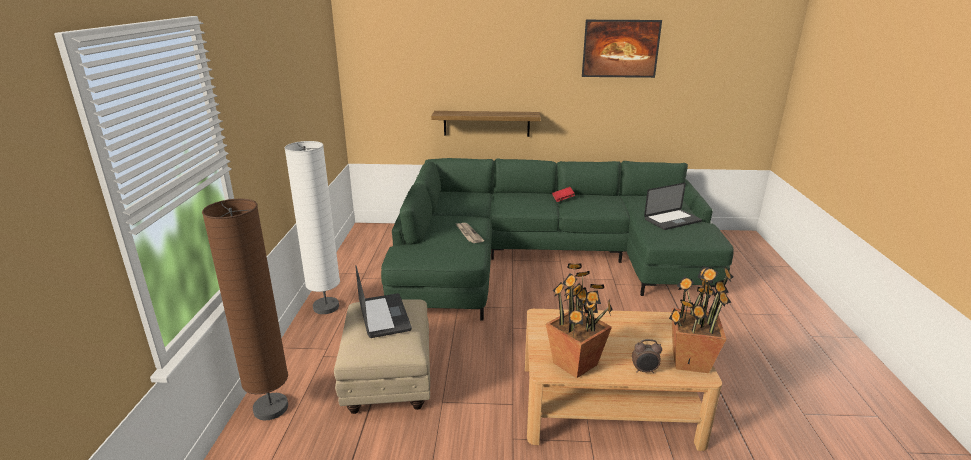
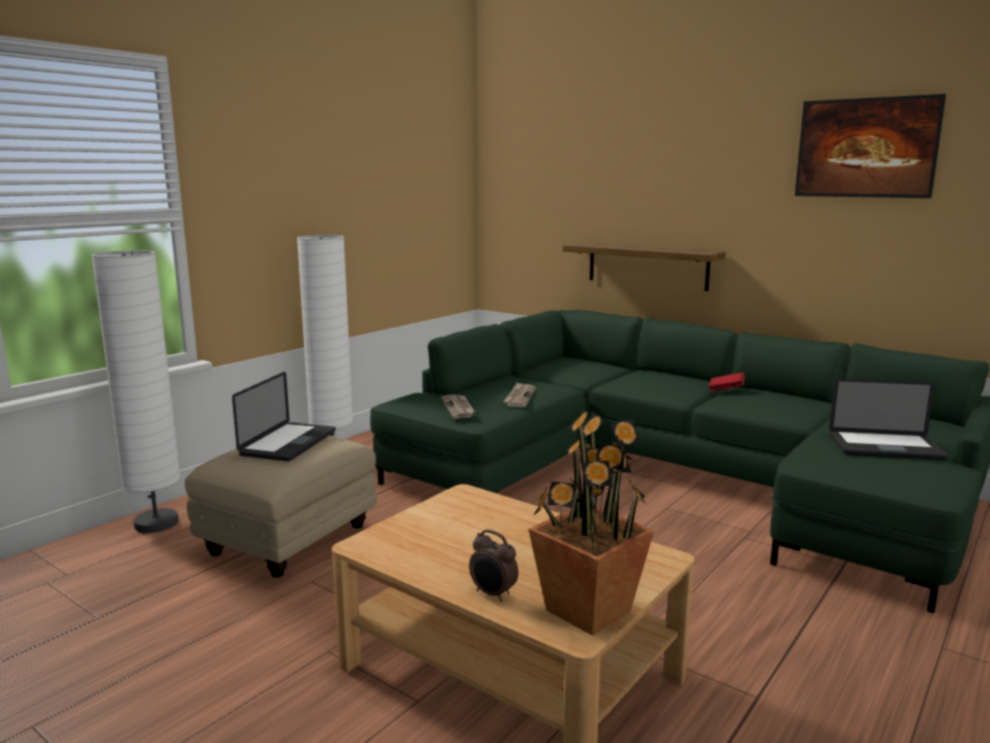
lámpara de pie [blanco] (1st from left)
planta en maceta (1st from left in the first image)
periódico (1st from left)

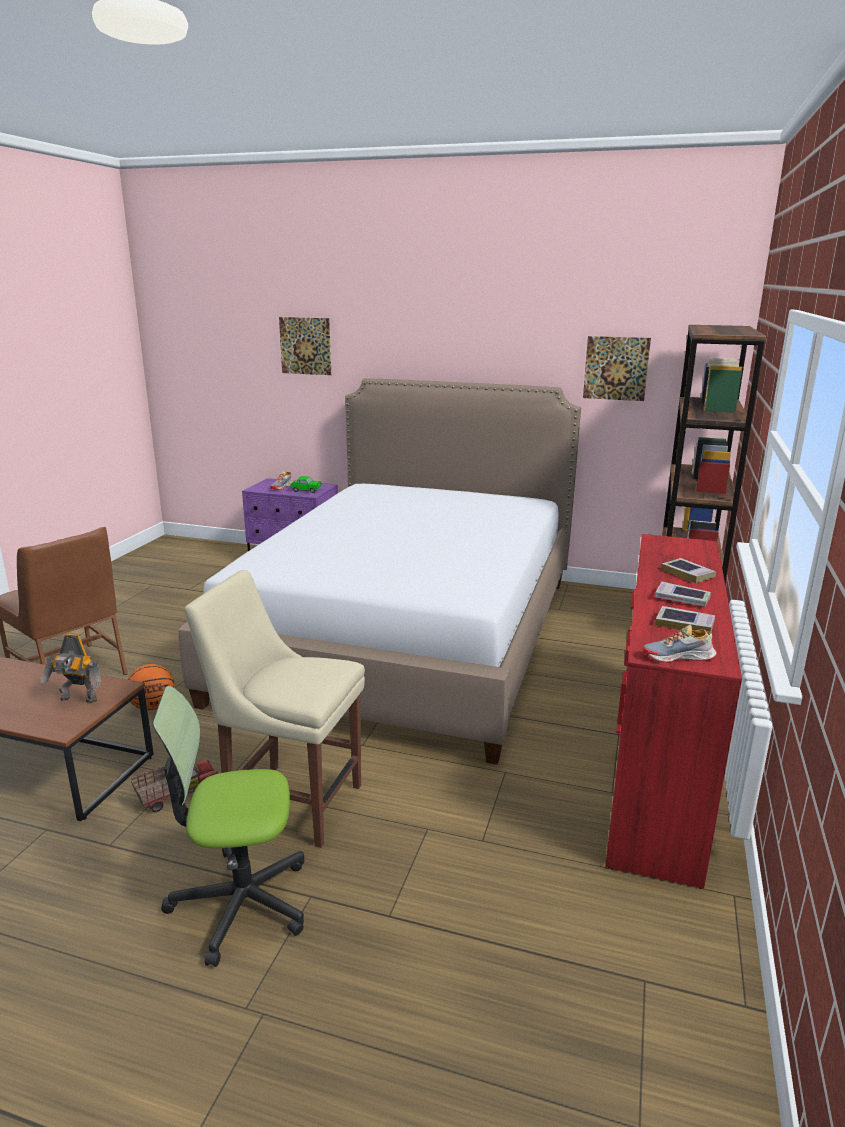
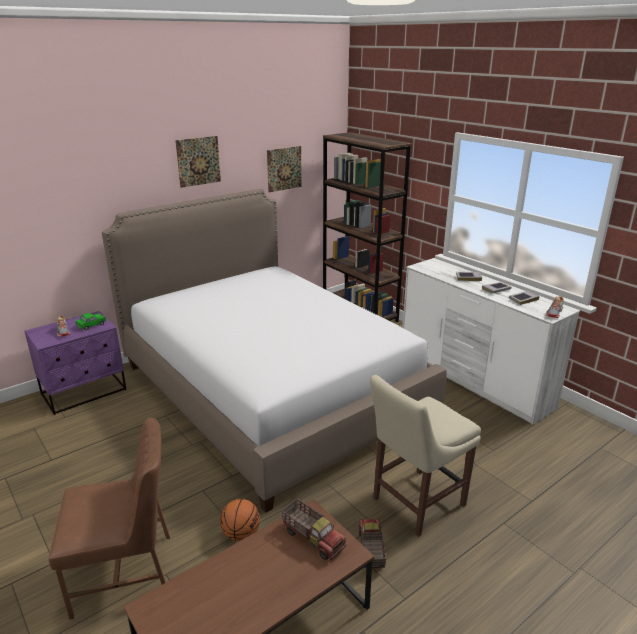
camión de juguete (1st from left)
silla de oficina
cuadro (1st from left)
cómoda [blanco]

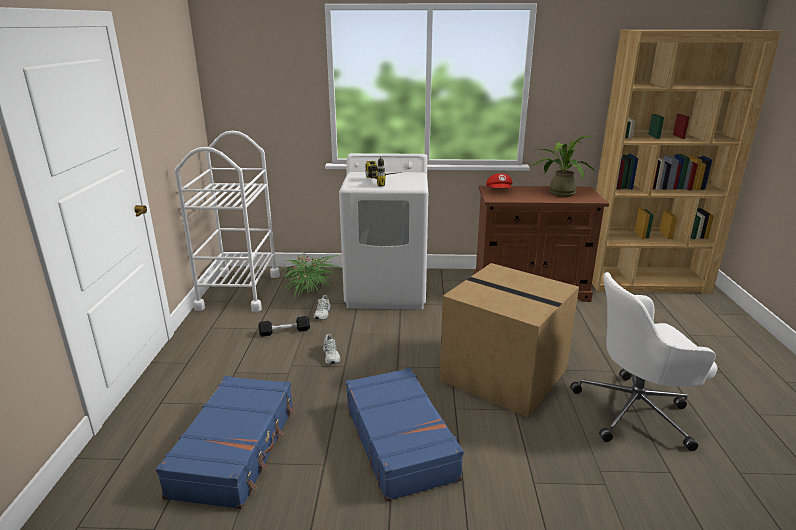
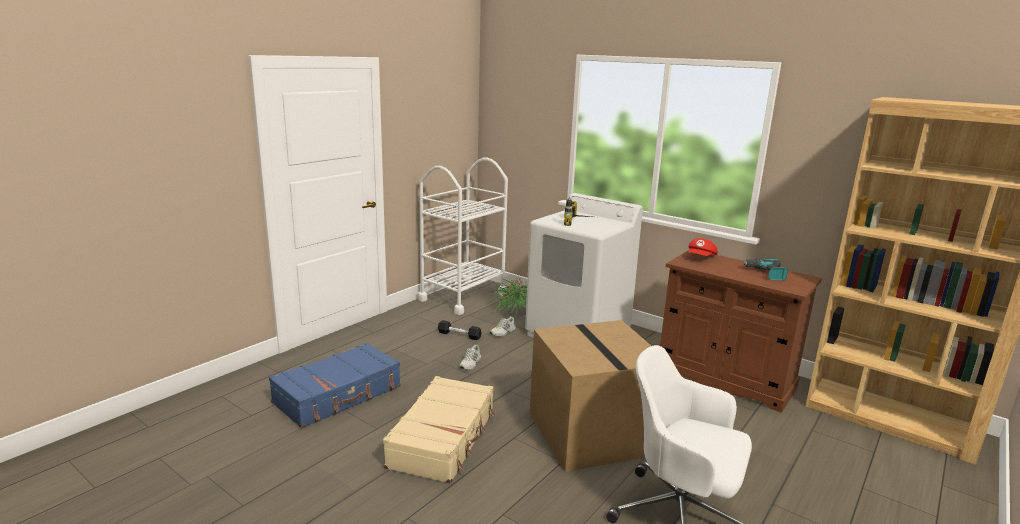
maleta [beis]
taladro (2nd from left)

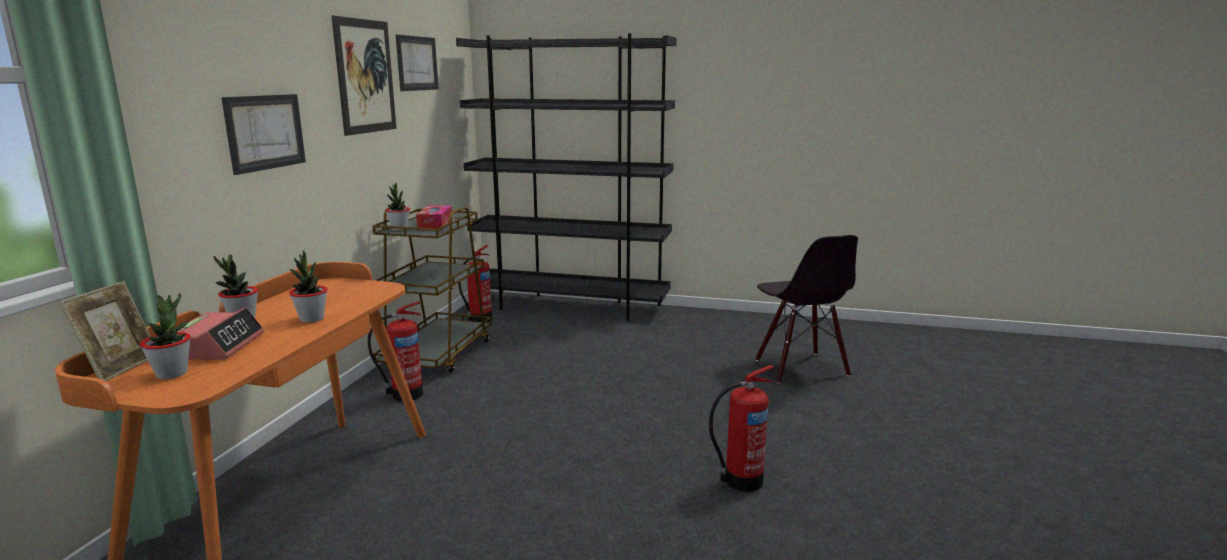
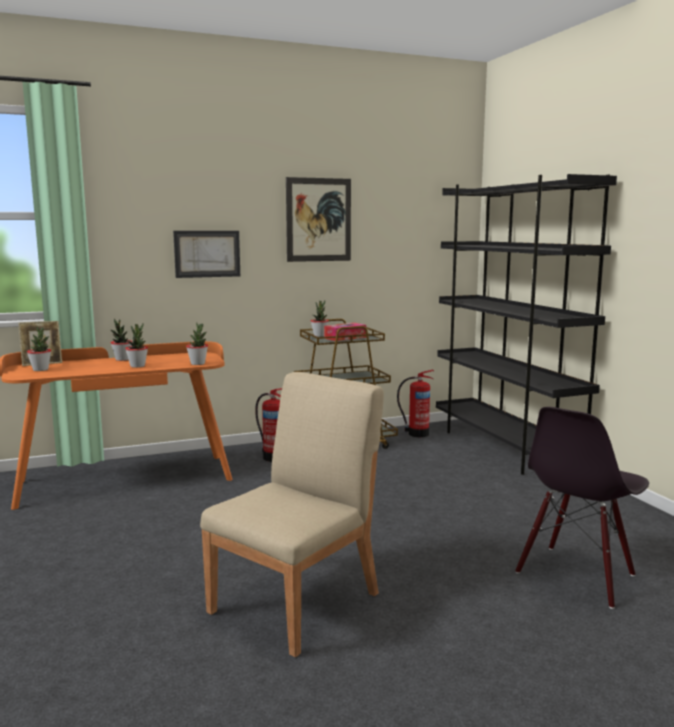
despertador
cuadro (3rd from left in the first image)
silla [beis]
planta en maceta (4th from left)

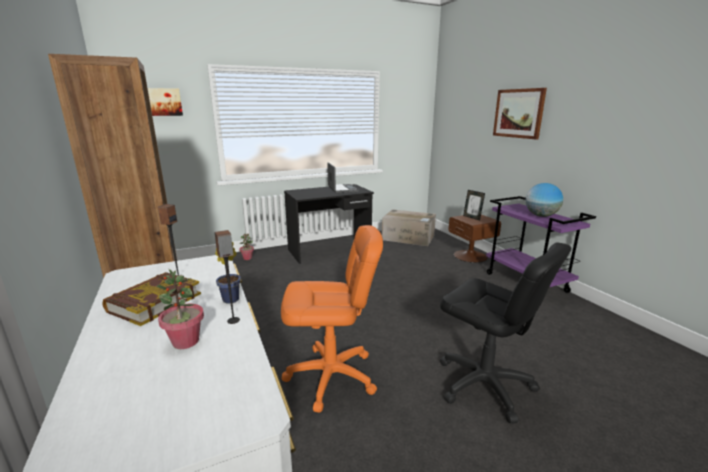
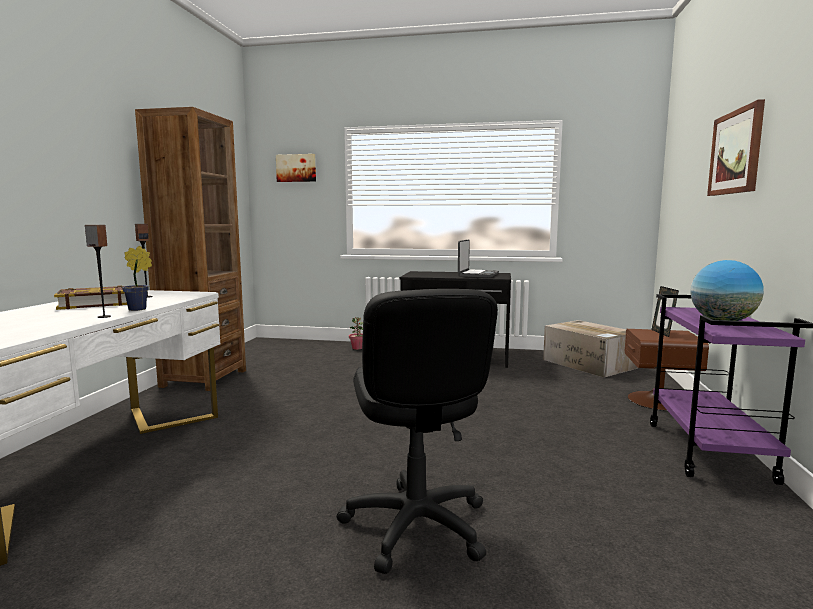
planta en maceta (1st from left in the first image)
silla de oficina [naranja]

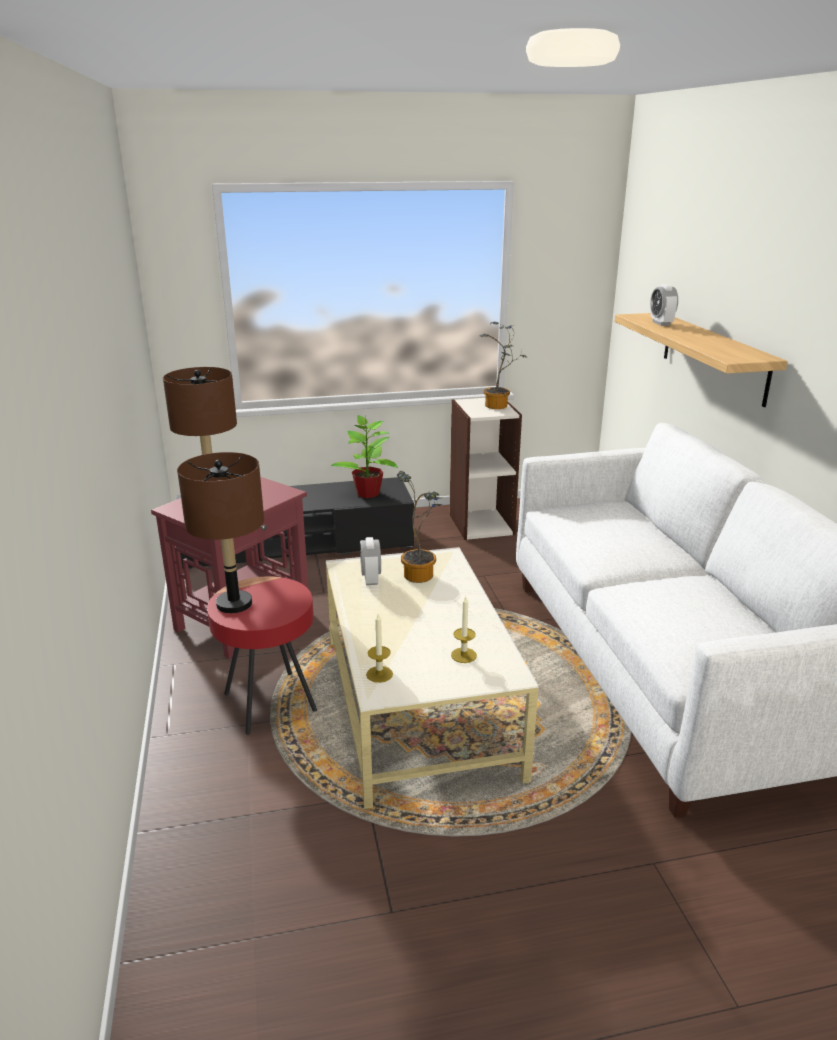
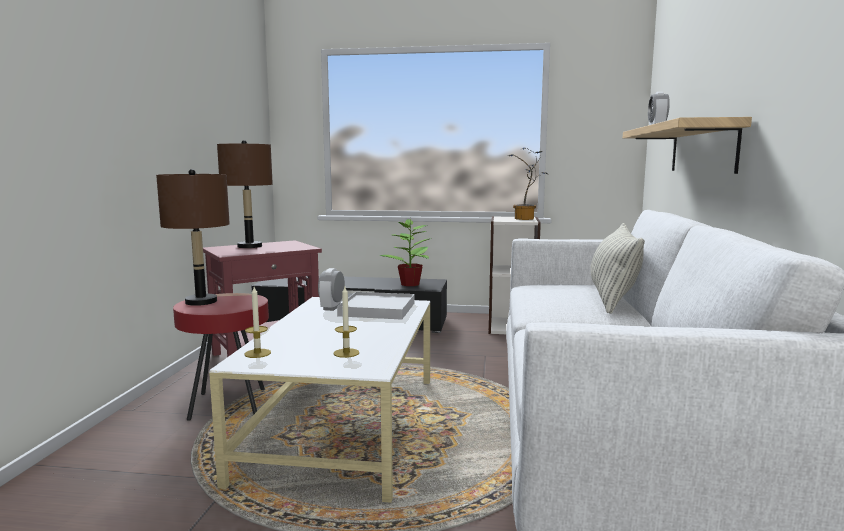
bandeja [blanco]
cojín

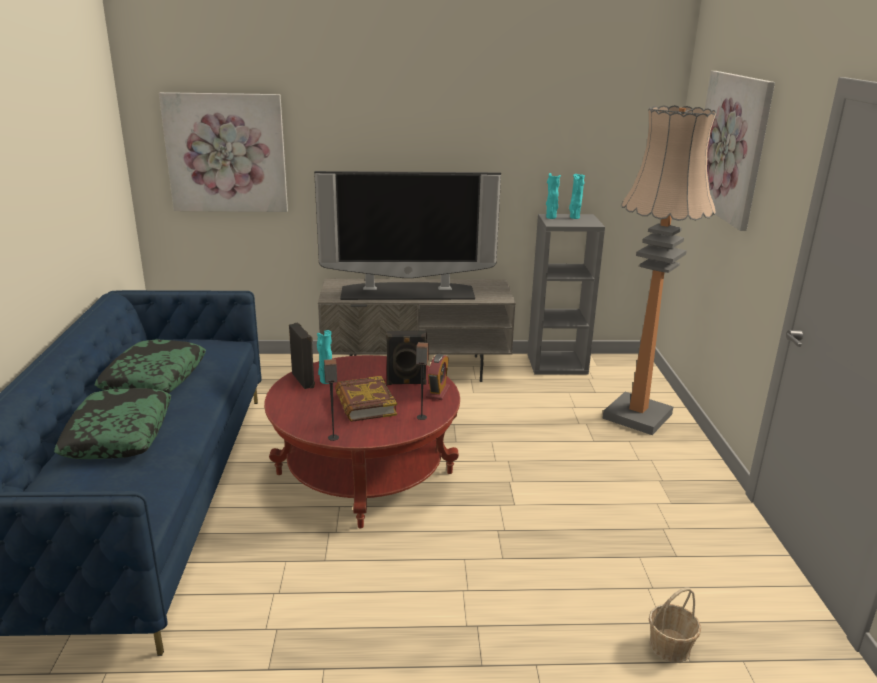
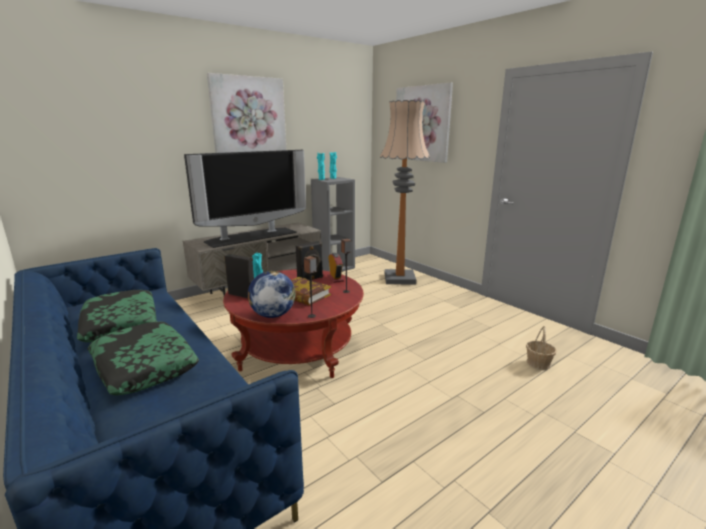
cuadro (1st from left)
globo terráqueo

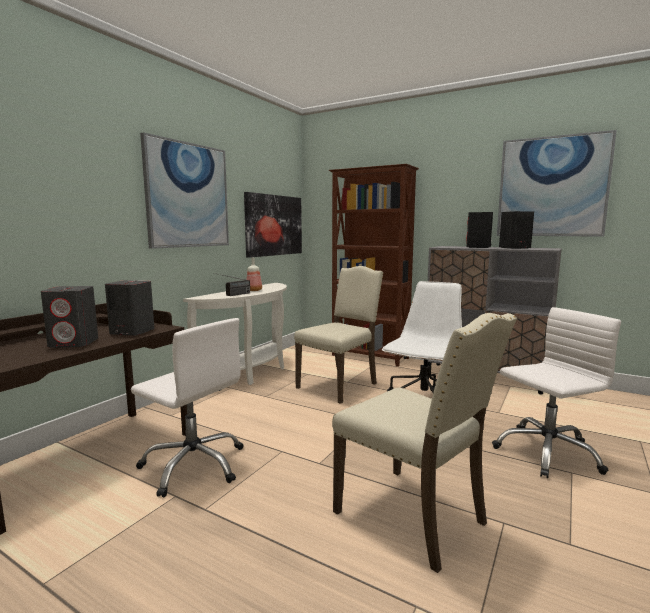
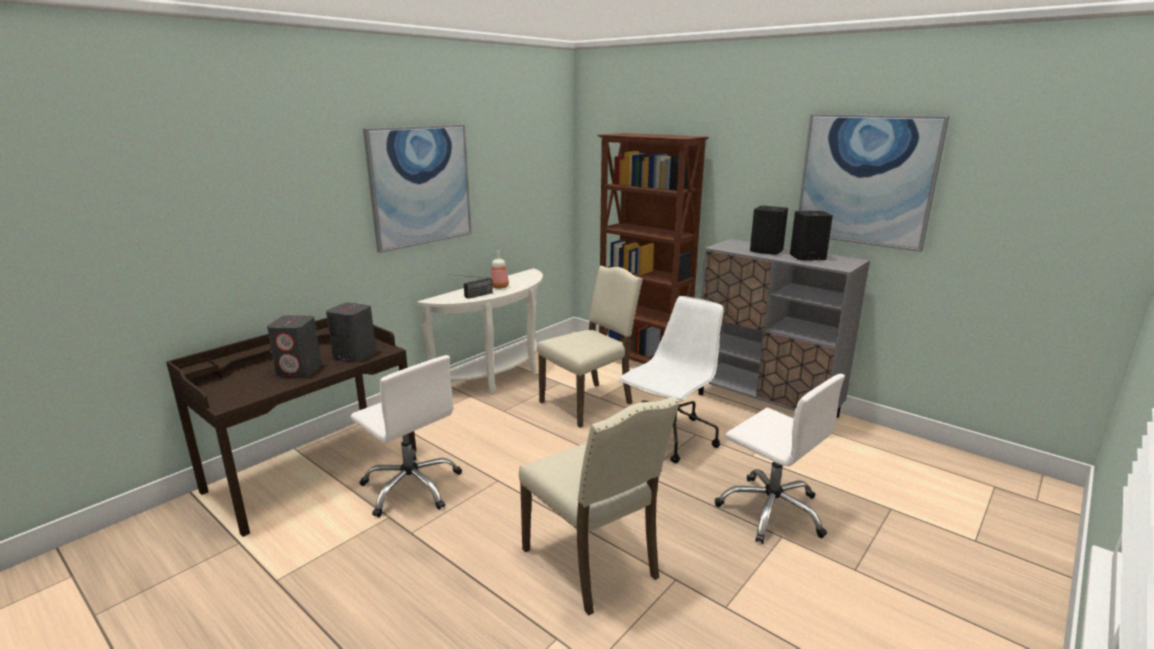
cuadro (2nd from left in the first image)
silla de oficina [blanco] (3rd from left)

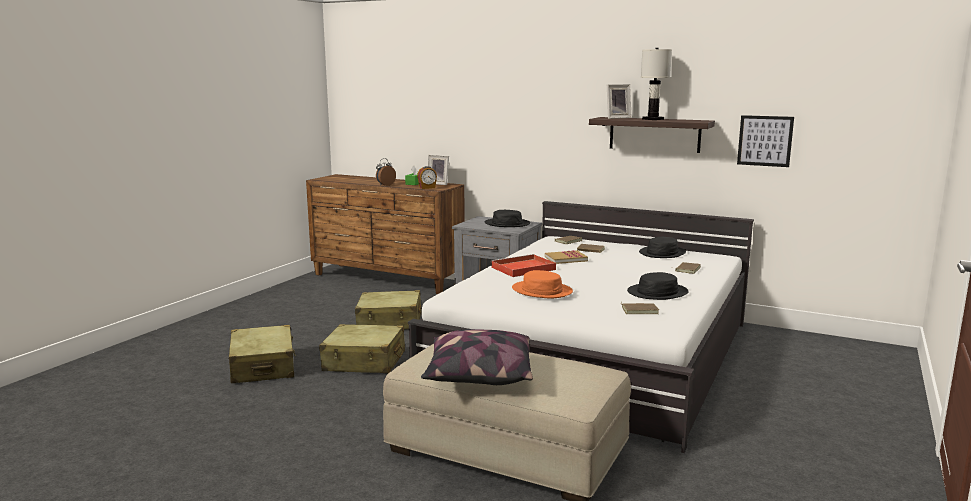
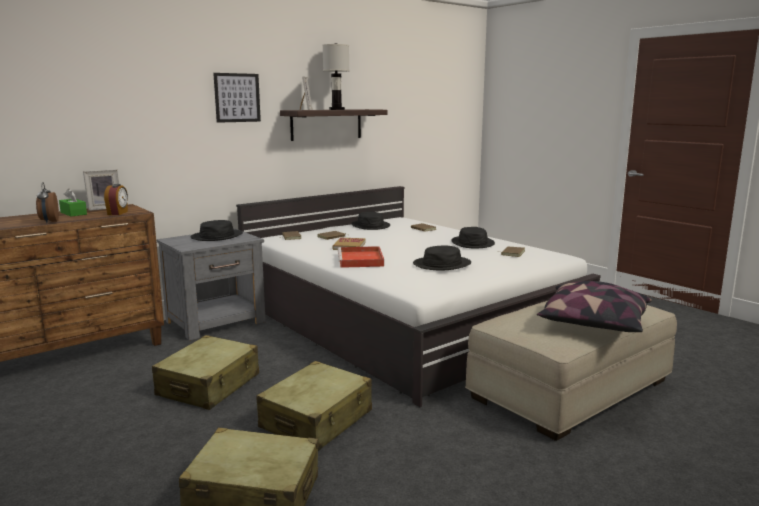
sombrero [negro] (3rd from left)
cuadro

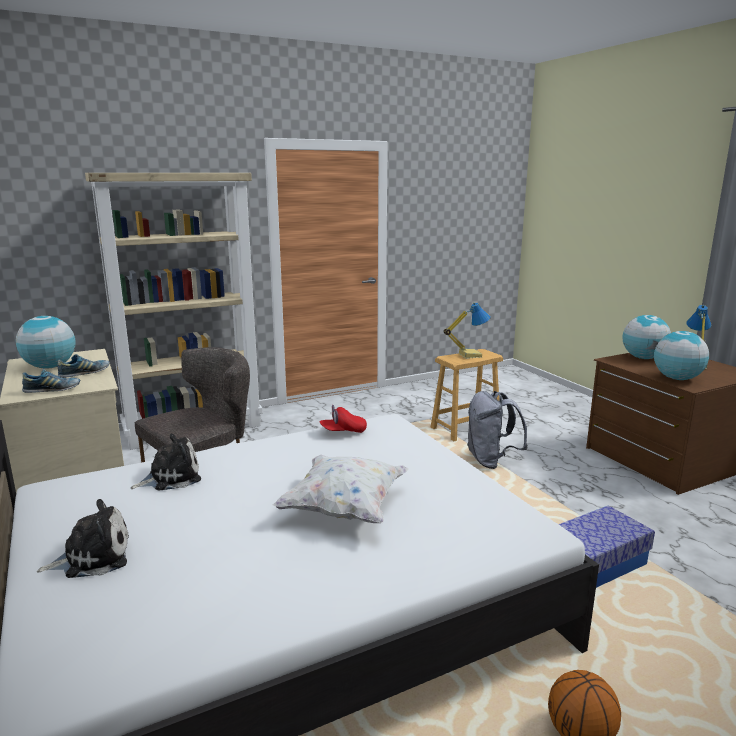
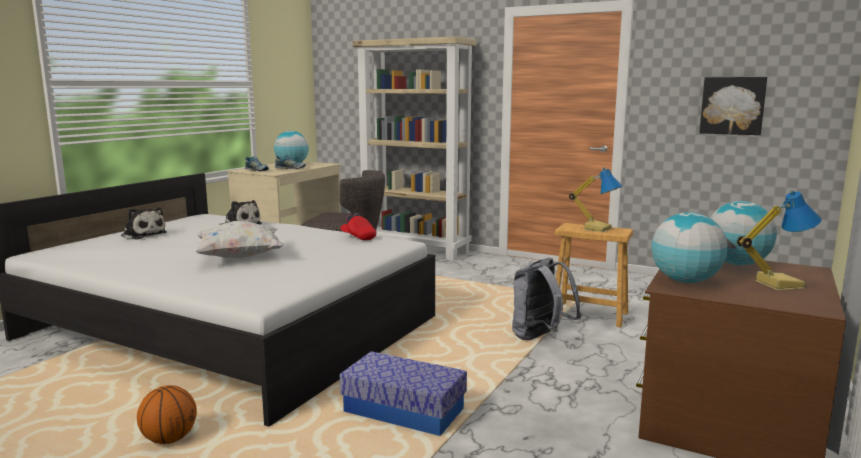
cuadro

